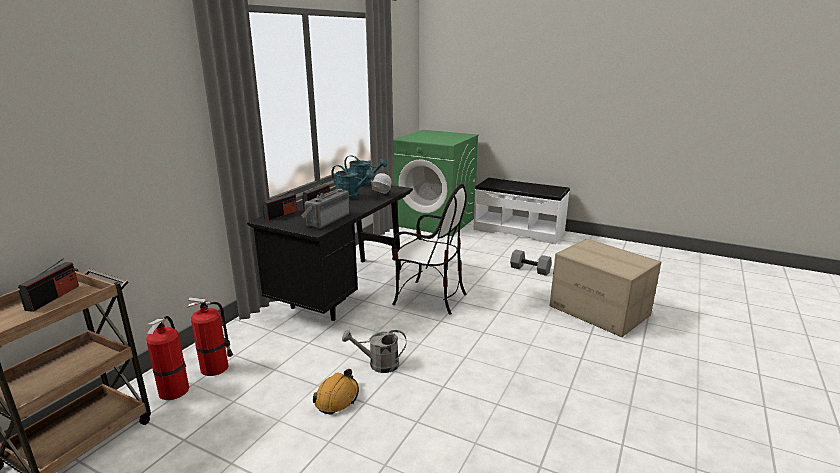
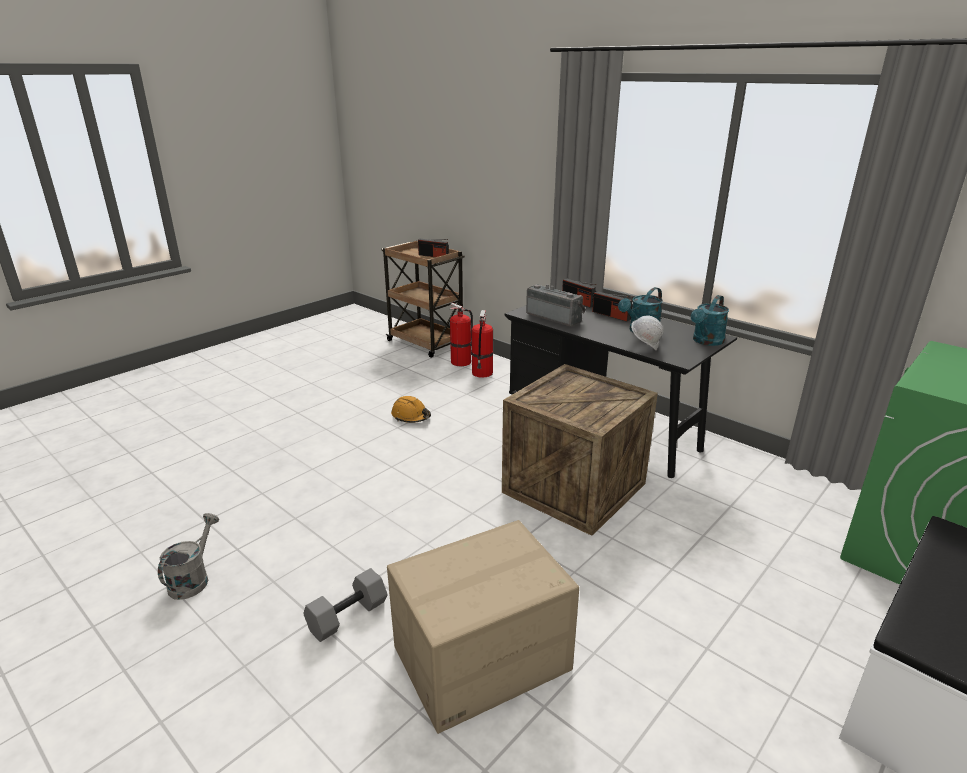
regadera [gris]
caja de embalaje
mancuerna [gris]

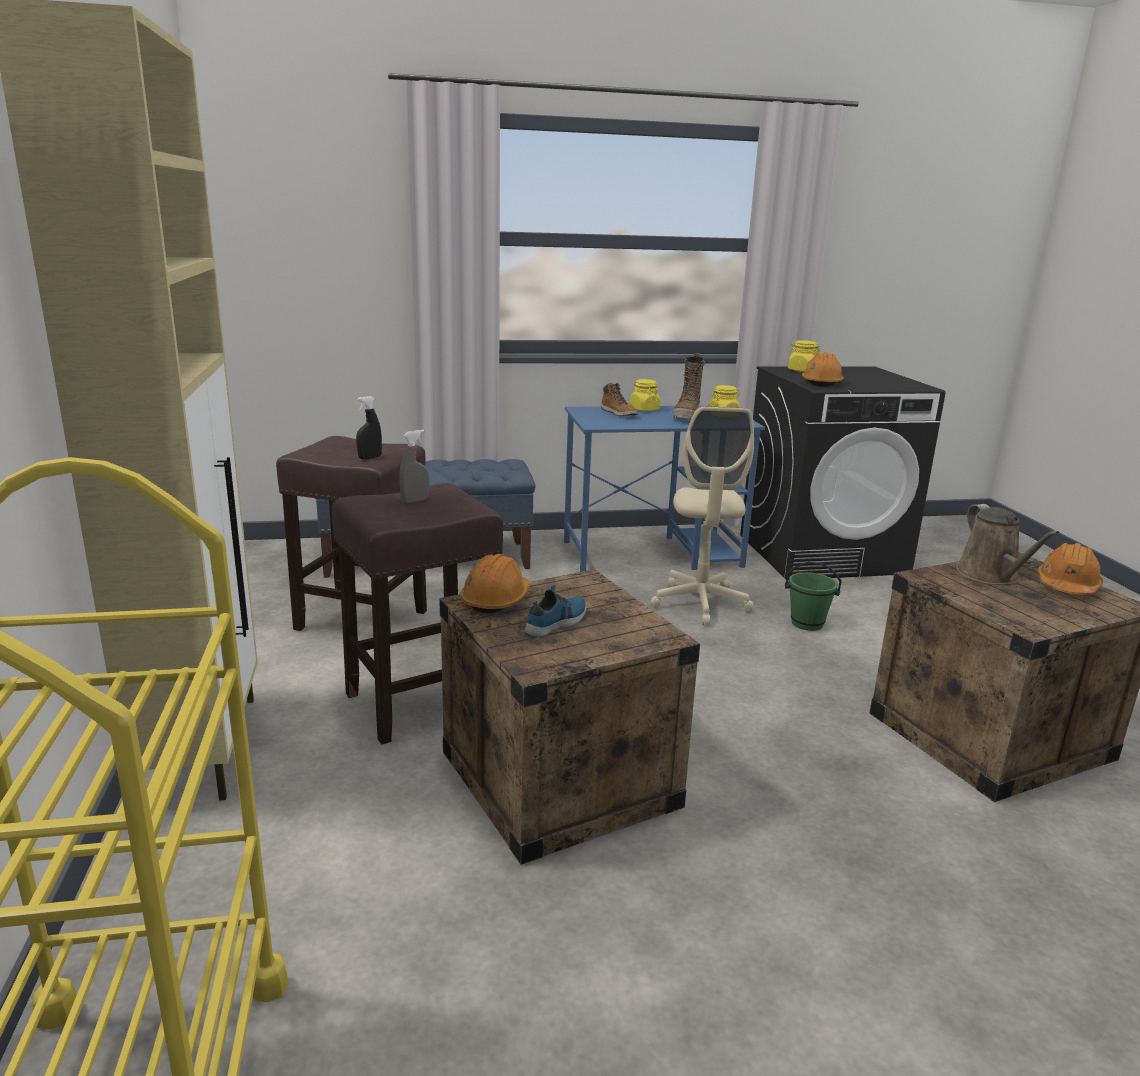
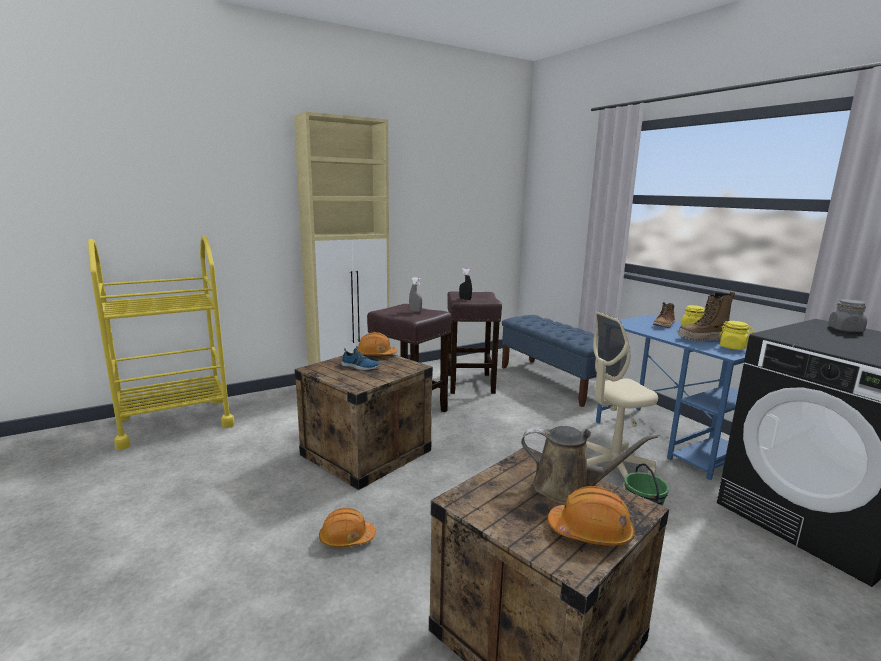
tarro [gris]
casco [naranja] (1st from left)
regadera [marrón]

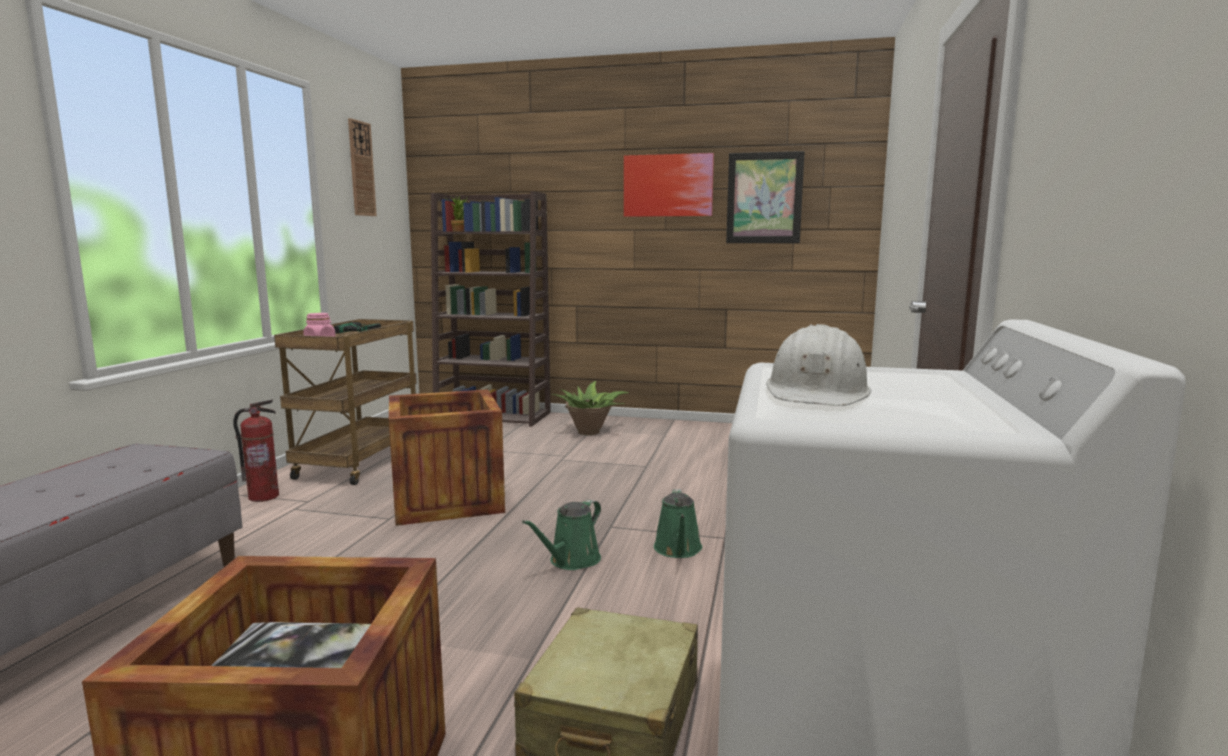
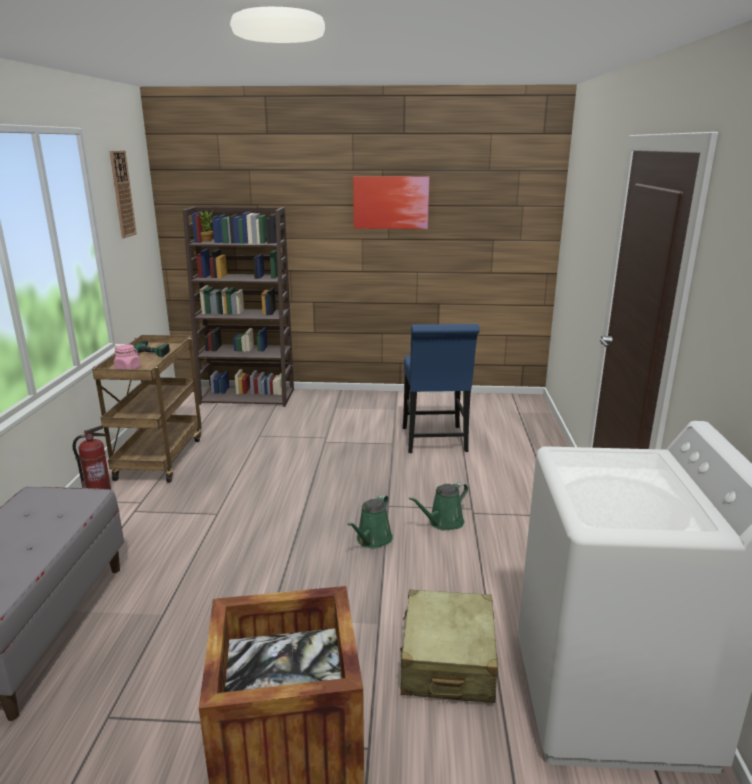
caja de embalaje (2nd from left in the first image)
planta en maceta (2nd from left in the first image)
regadera [verde] (2nd from left)
cuadro (2nd from left in the first image)
casco [blanco]
silla [azul]

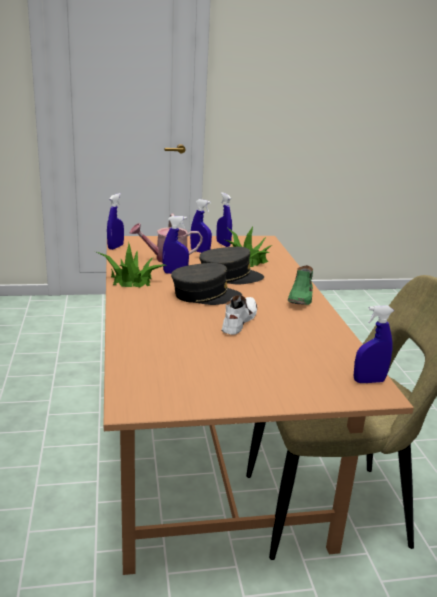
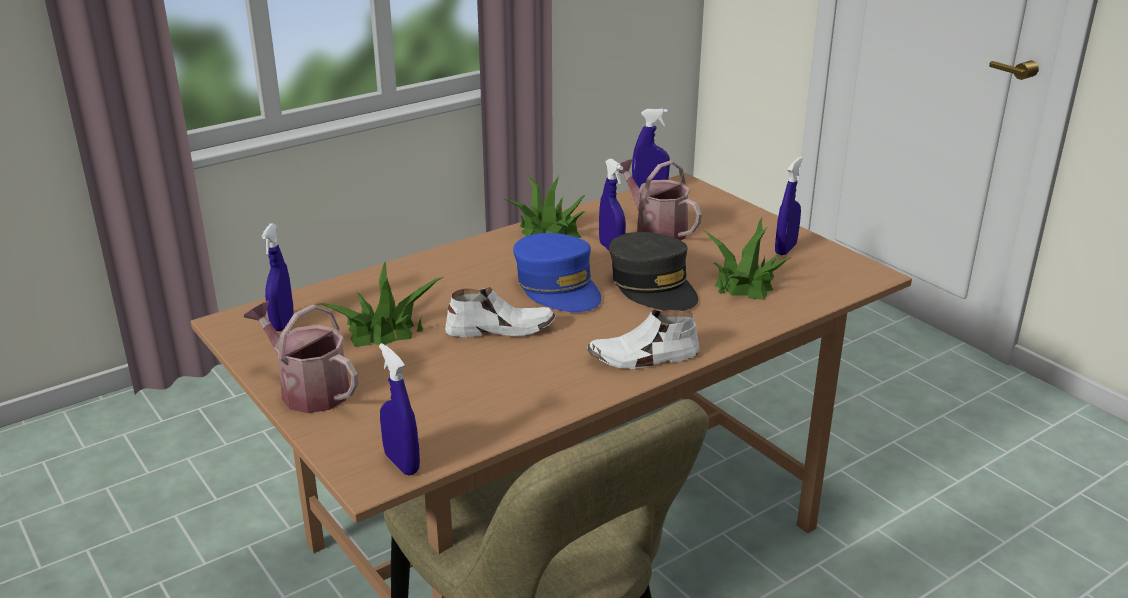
gorra [azul]
pulverizador [azul] (1st from left)
zapato [blanco] (2nd from left)
regadera (1st from left)
planta en maceta (1st from left)

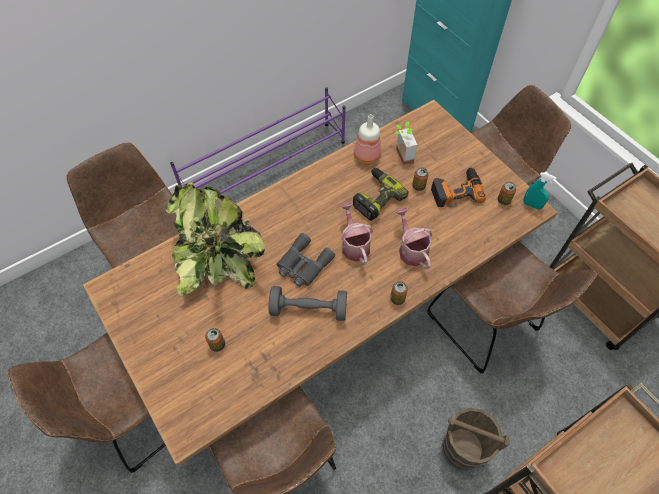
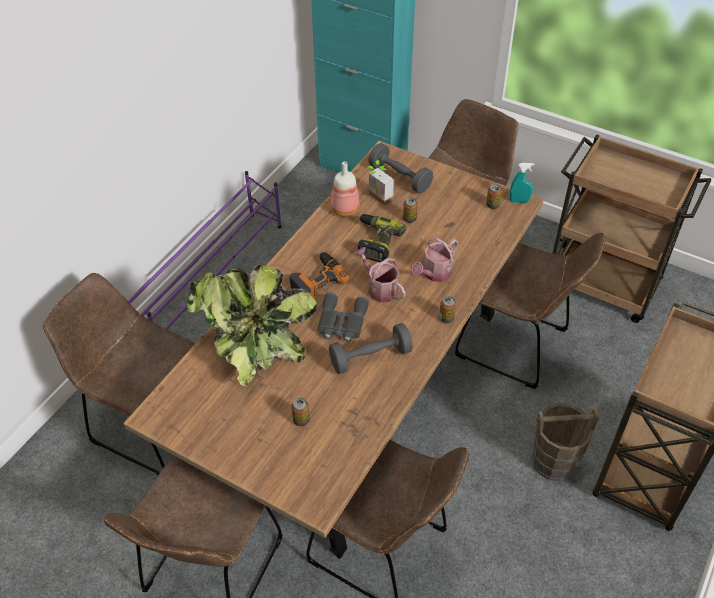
regadera (2nd from left)
taladro (1st from left)
mancuerna [gris] (2nd from left)

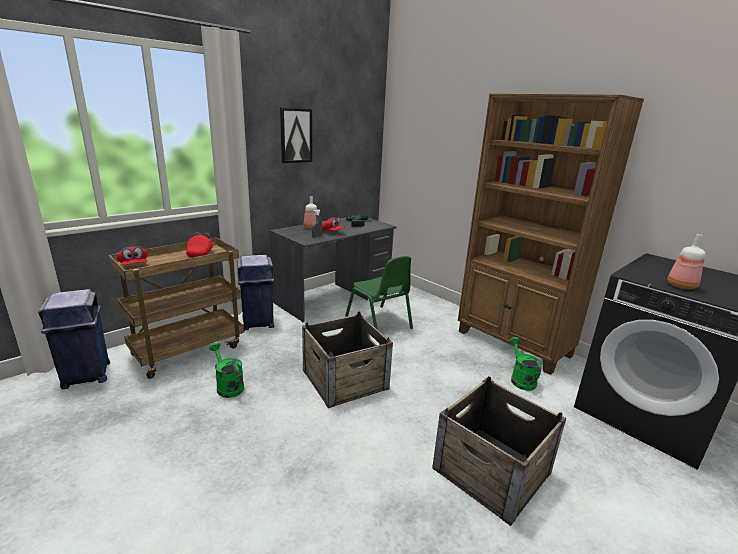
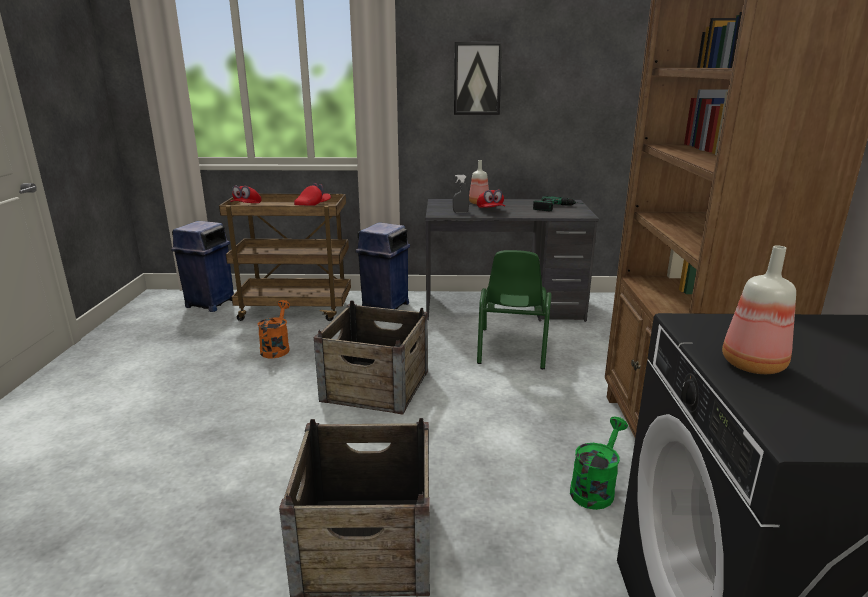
regadera [naranja]

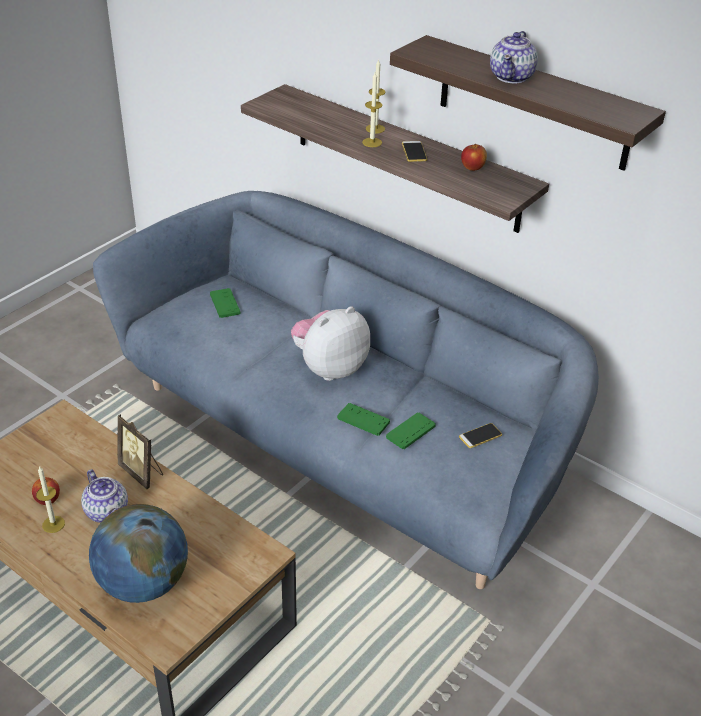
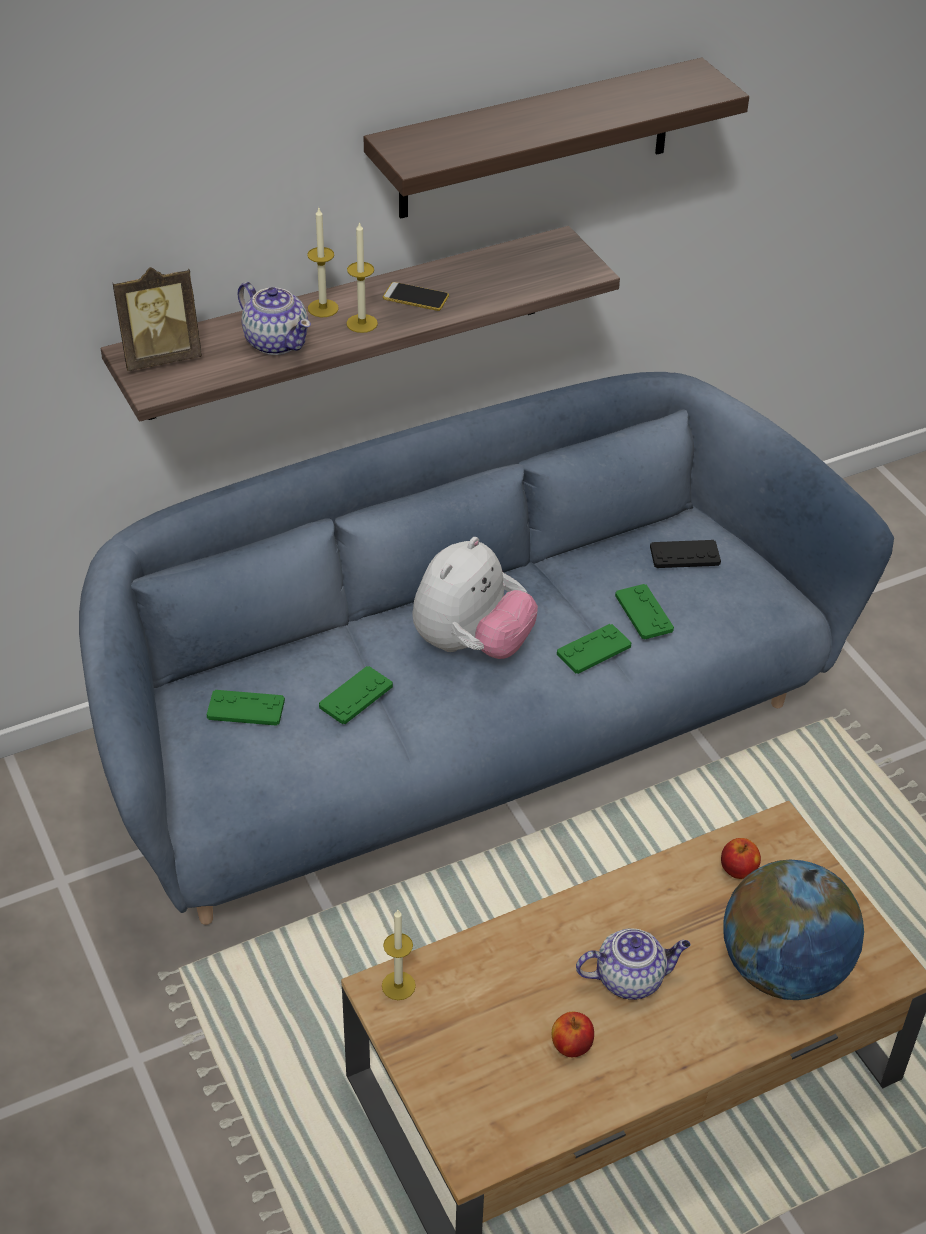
vela (3rd from left)
portarretratos
peluche
mando de consola [negro]
manzana (2nd from left)
tetera (1st from left)
mando de consola [verde] (2nd from left)

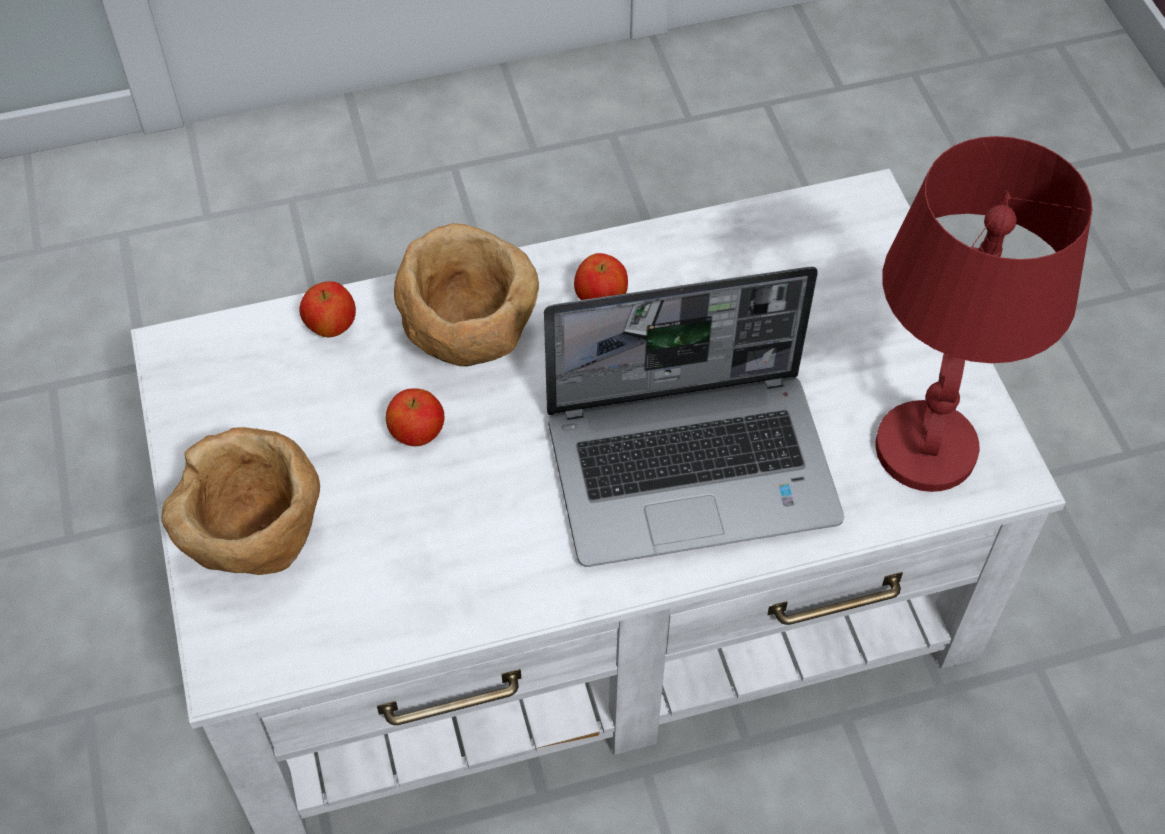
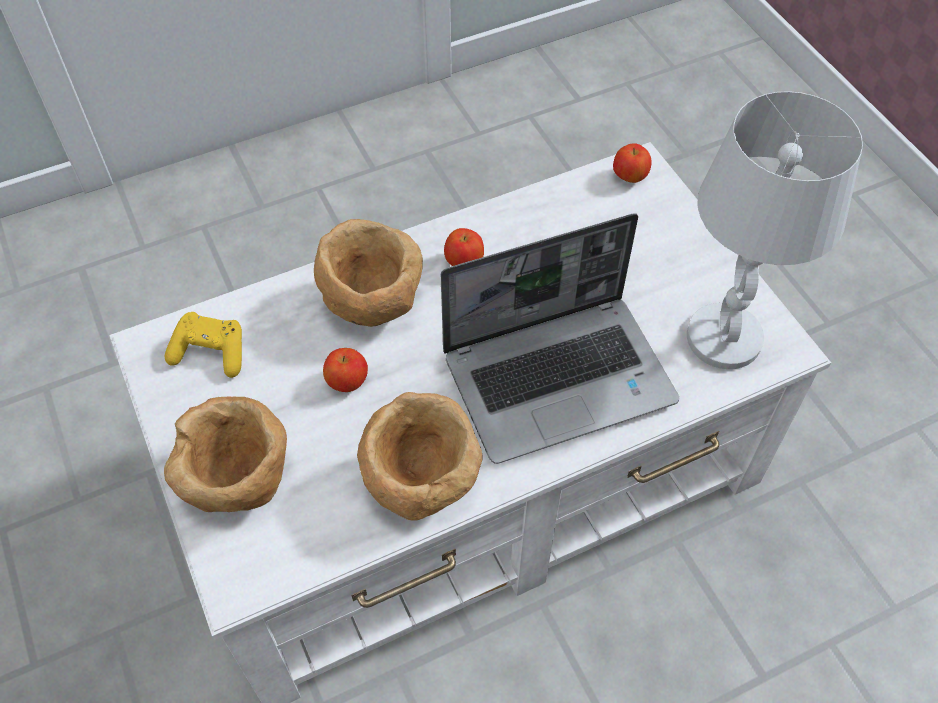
manzana (3rd from left)
lámpara de mesa [blanco]
mando de consola [amarillo]
cuenco [marrón] (3rd from left)

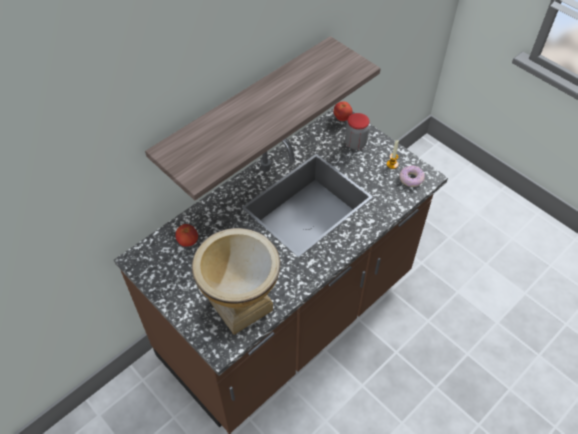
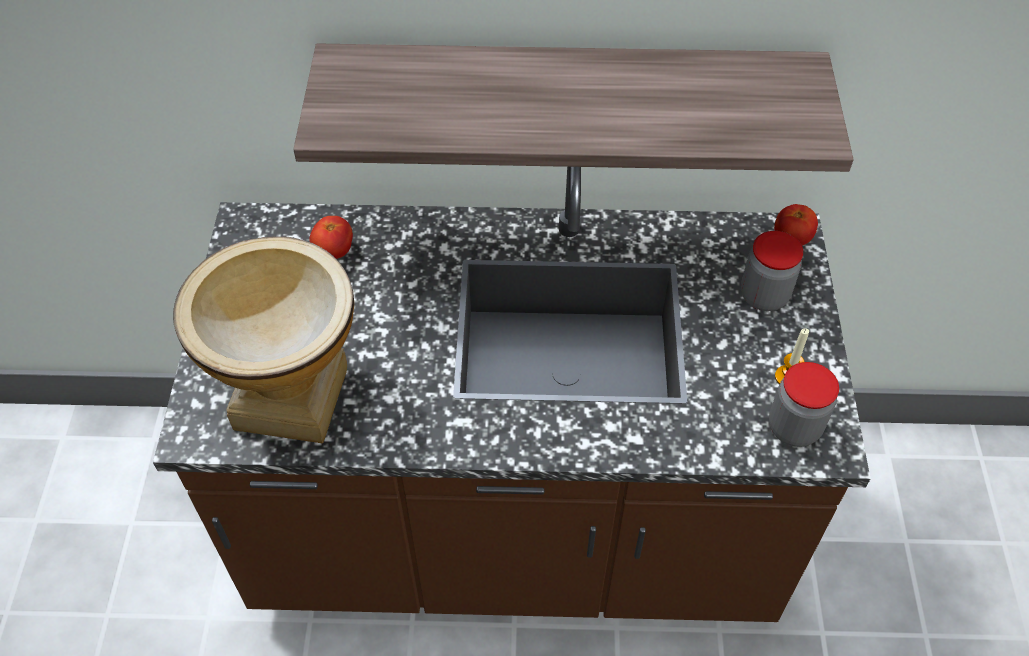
tarro (2nd from left)

